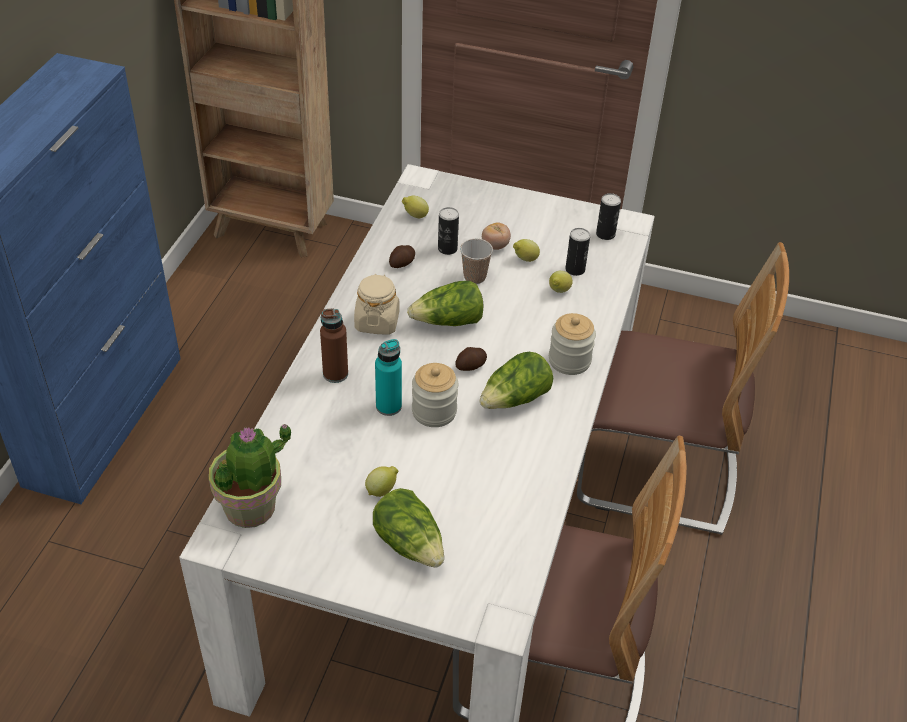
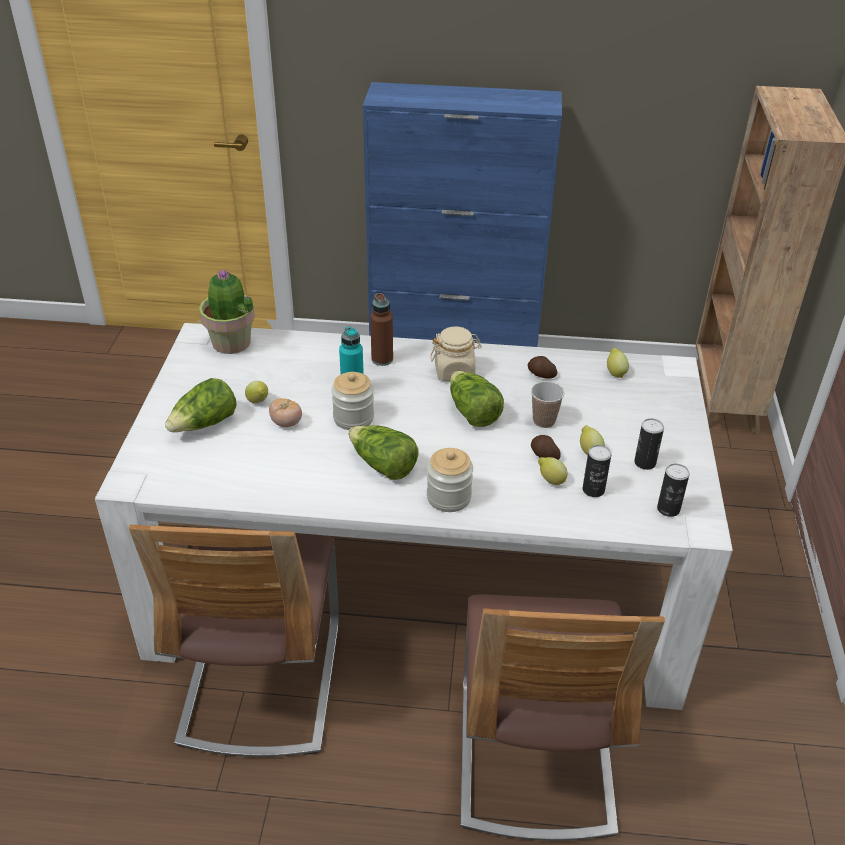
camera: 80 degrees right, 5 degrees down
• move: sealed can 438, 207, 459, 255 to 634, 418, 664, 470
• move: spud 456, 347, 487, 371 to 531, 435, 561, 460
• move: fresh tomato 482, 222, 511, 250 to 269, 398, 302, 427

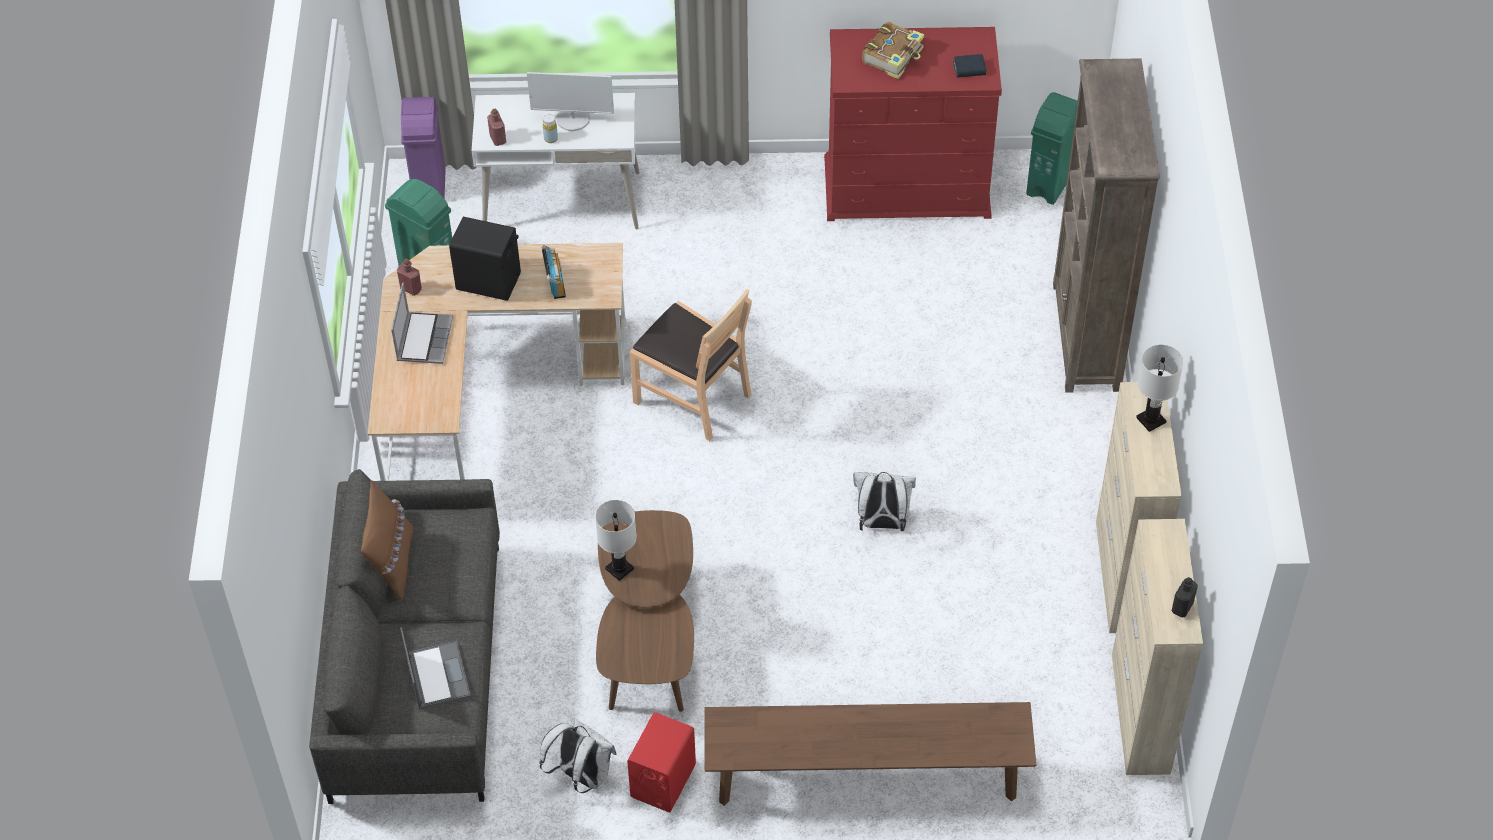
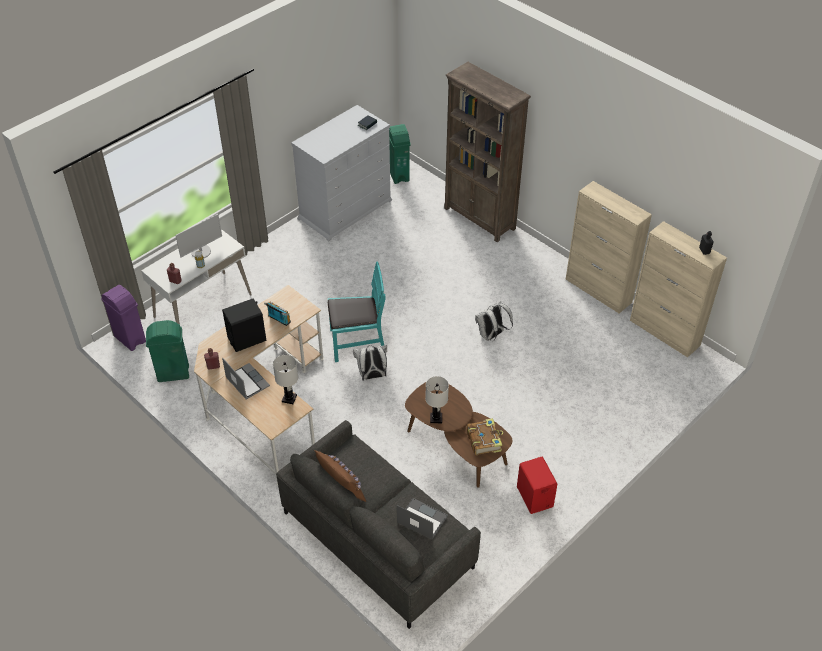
camera: 45 degrees left, 5 degrees down
• delete: brown-coloured indoor bench 704, 702, 1036, 806
• move: whitish backpack 539, 713, 617, 793 to 353, 345, 387, 381
• move: book 862, 22, 924, 79 to 467, 418, 503, 455
• move: whitish tabletop lamp 1136, 345, 1184, 432 to 273, 355, 298, 404
• recolor: brown-coloured plain chair 630, 289, 752, 441 to turquoise plain chair 328, 262, 386, 362
• recolor: red-coloured dresser 824, 27, 1002, 221 to whitish dresser 291, 105, 392, 241

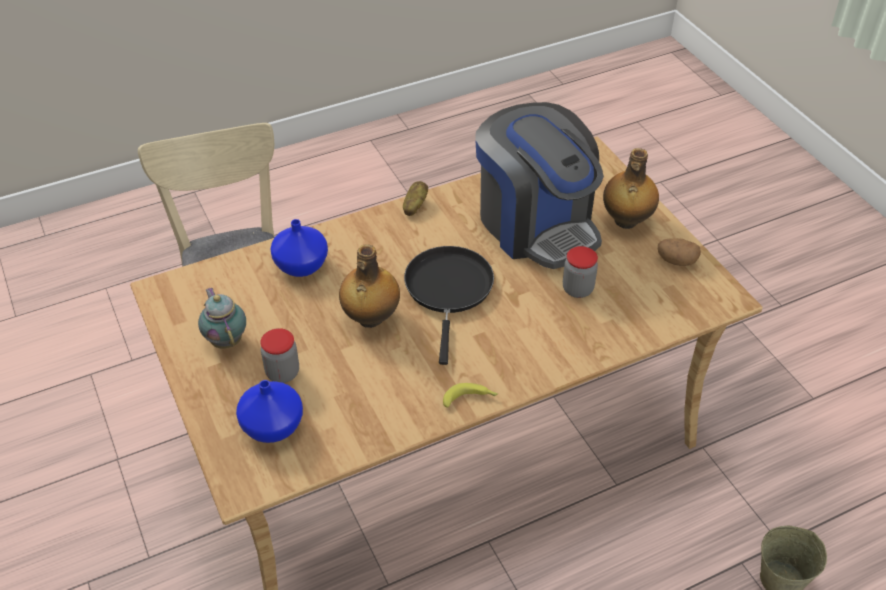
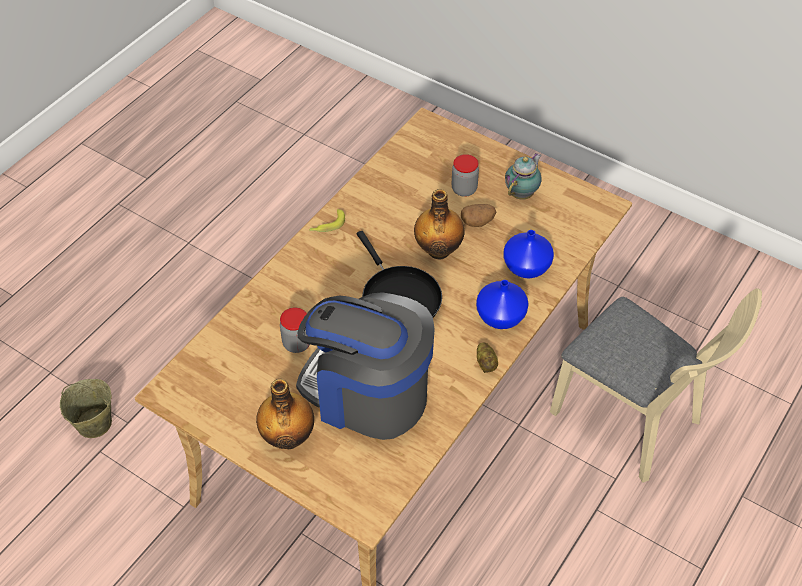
camera: 150 degrees right, 5 degrees up
• move: blue flower vase 236, 380, 303, 443 to 476, 280, 529, 329
• move: spud 658, 238, 701, 266 to 461, 204, 497, 227
• rotate: tea pot 198, 288, 246, 349 = 505, 153, 542, 200 90 degrees counterclockwise

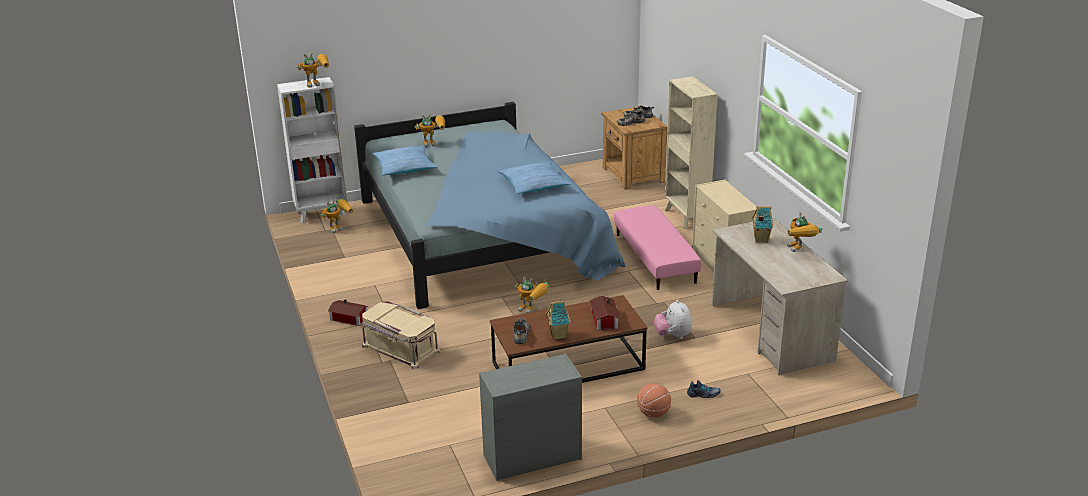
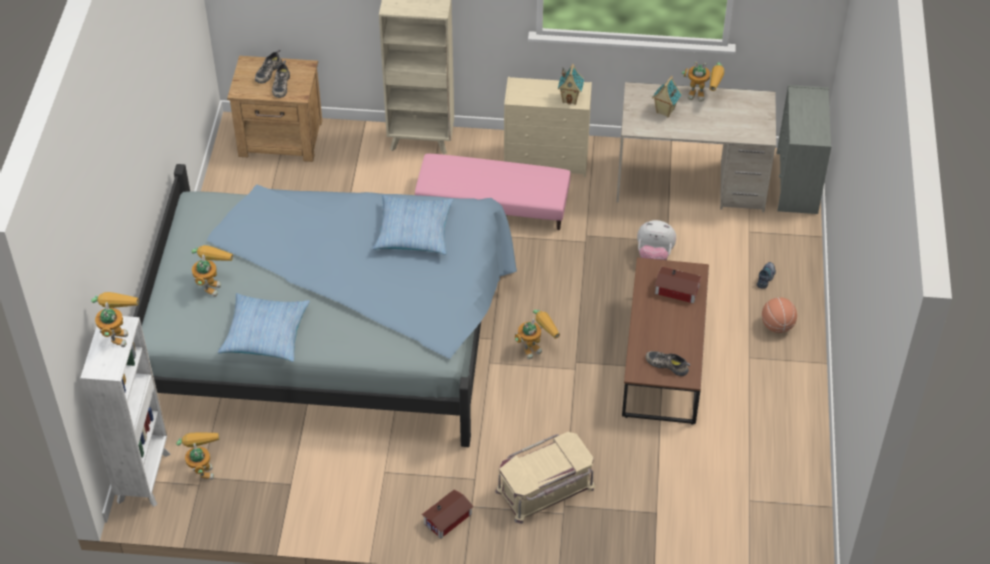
camera: 65 degrees left, 20 degrees up
• move: gray dresser 479, 353, 582, 481 to 777, 85, 832, 214
• move: model house 546, 300, 571, 340 to 558, 64, 584, 105

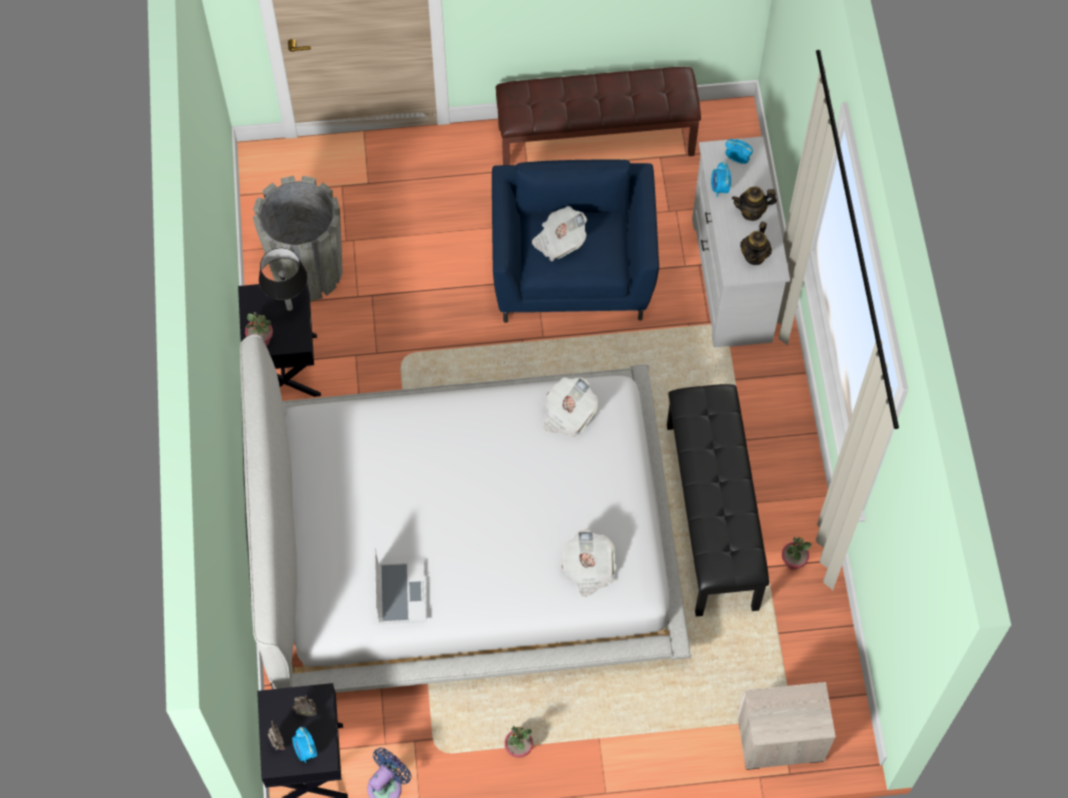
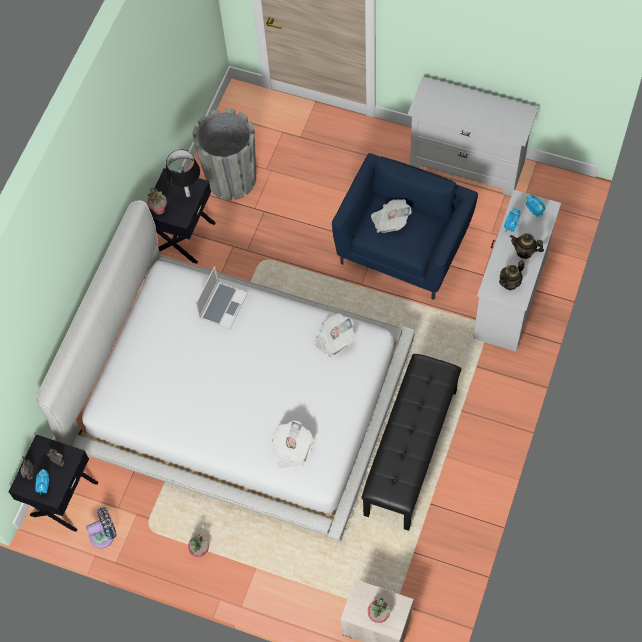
camera: 30 degrees right, 0 degrees up
• move: laptop 374, 546, 427, 624 to 196, 266, 248, 330
• move: potted plant 782, 537, 812, 570 to 368, 598, 390, 623
• replace: brown-coloured indoor bench 496, 67, 701, 165 to whitish dresser 408, 76, 538, 196

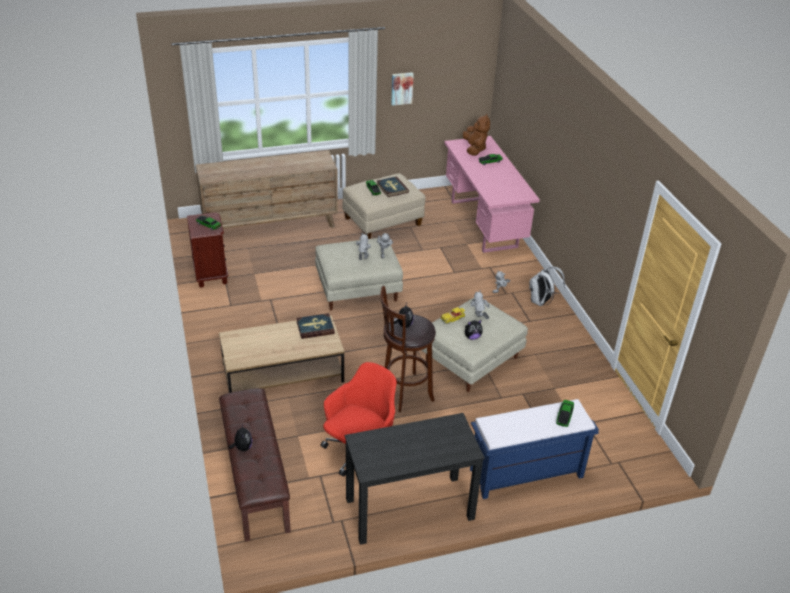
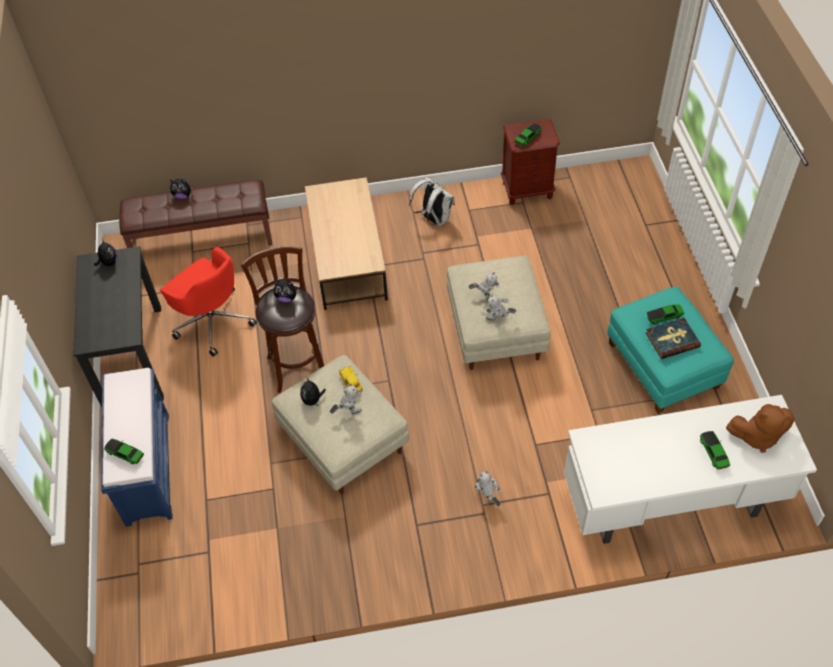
camera: 100 degrees right, 15 degrees up
• delete: brown-coloured dresser 196, 150, 338, 228
• delete: book 296, 313, 335, 339
• delete: wall art 391, 72, 414, 106
• insert: cuddly toy 94, 239, 117, 266
• move: whitish backpack 529, 266, 565, 306 to 409, 177, 455, 226
• recolor: beige-coloured ottoman 342, 173, 426, 239 to turquoise ottoman 607, 287, 734, 413
• recolor: pink desk table 444, 136, 540, 253 to whitish desk table 564, 395, 817, 544

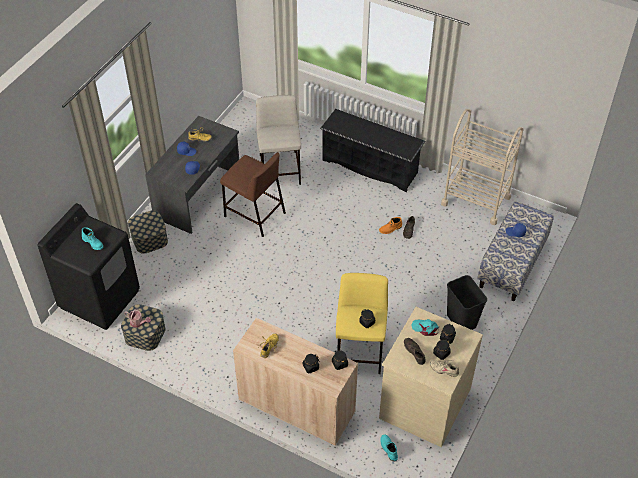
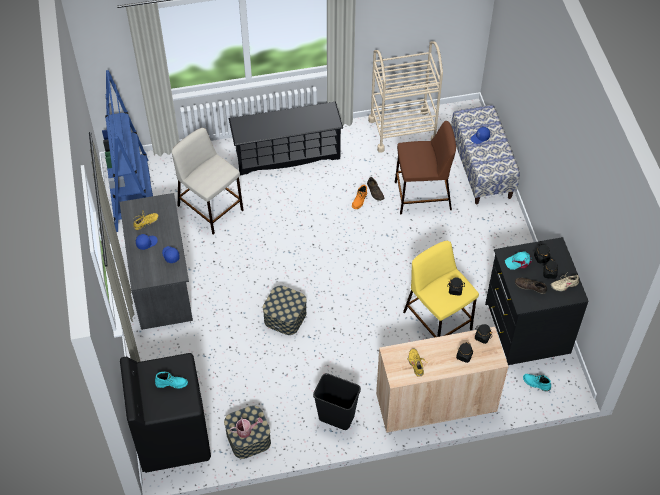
camera: 40 degrees left, 5 degrees up
• insert: blue bookshelf 102, 70, 153, 232
• move: storage bin 128, 210, 168, 254 to 263, 286, 307, 335
• move: brown-coloured stool 220, 152, 286, 237 to 395, 121, 456, 214
• move: blackish waste bin 447, 275, 487, 330 to 313, 373, 361, 430
• recolor: beige-coloured dresser 379, 307, 483, 447 to blackish dresser 485, 237, 589, 365

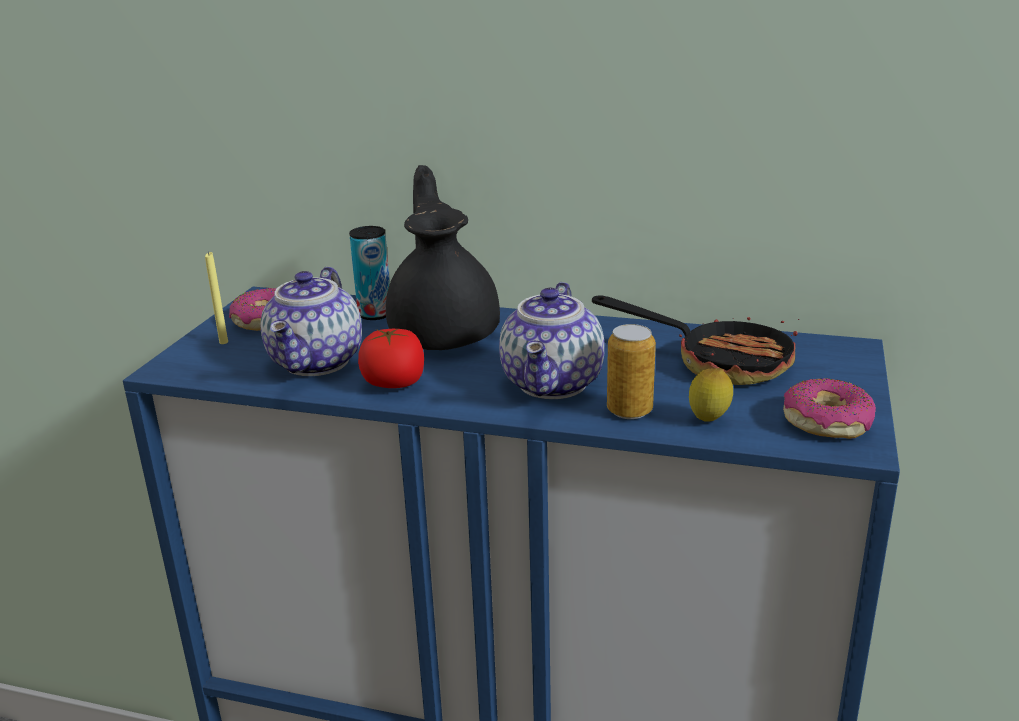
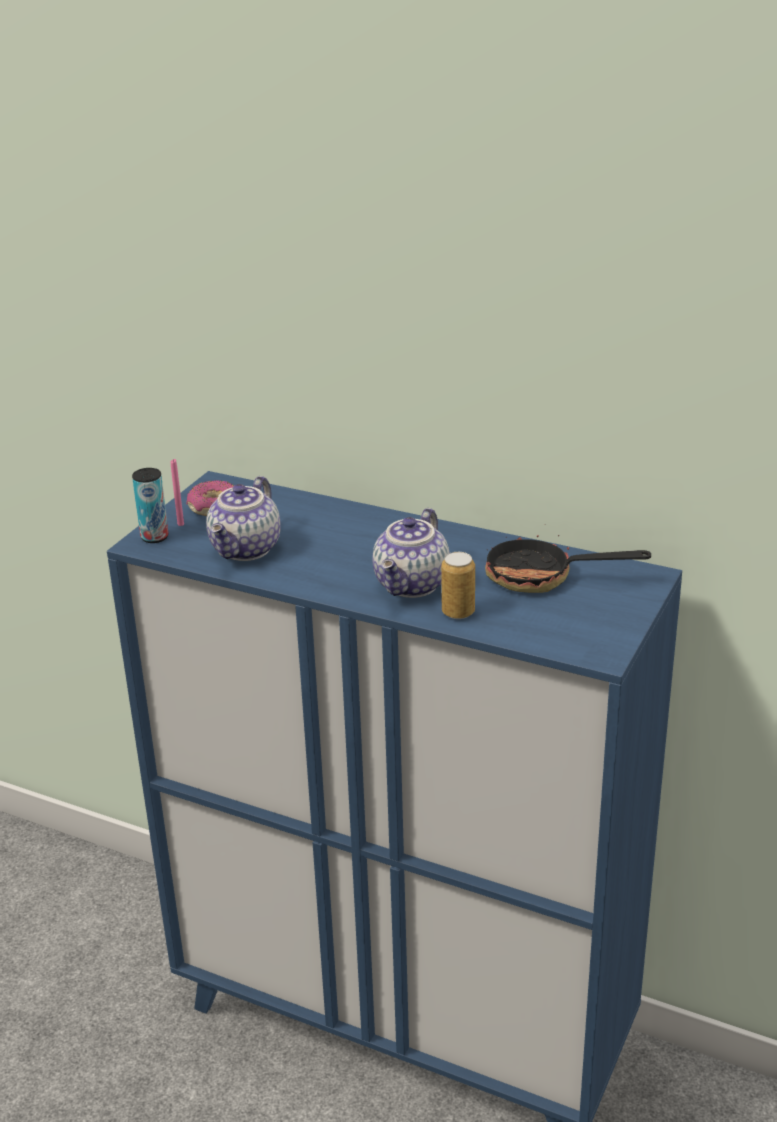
camera: 10 degrees right, 5 degrees up
• delete: fresh tomato 358, 329, 424, 388
• delete: blackish tea pot 386, 165, 500, 350
• delete: citrus fruit 689, 368, 733, 422
• delete: ring doughnut 783, 378, 876, 439
• move: sealed can 349, 226, 390, 320 to 132, 468, 169, 543
• recolor: yellow wax candle 205, 252, 228, 344 to pink wax candle 171, 459, 184, 526
• rotate: pan 592, 296, 799, 385 = 485, 524, 651, 593 150 degrees clockwise

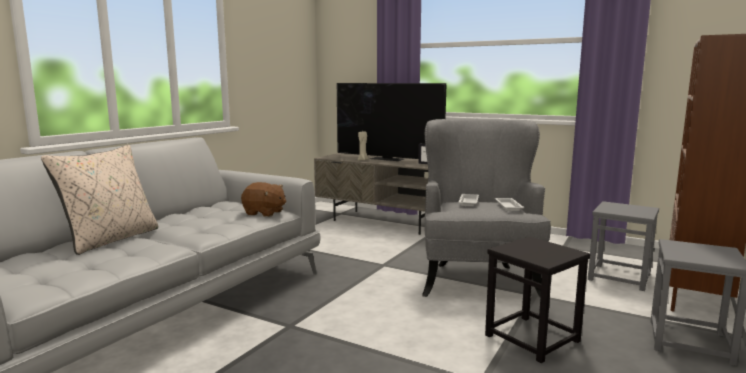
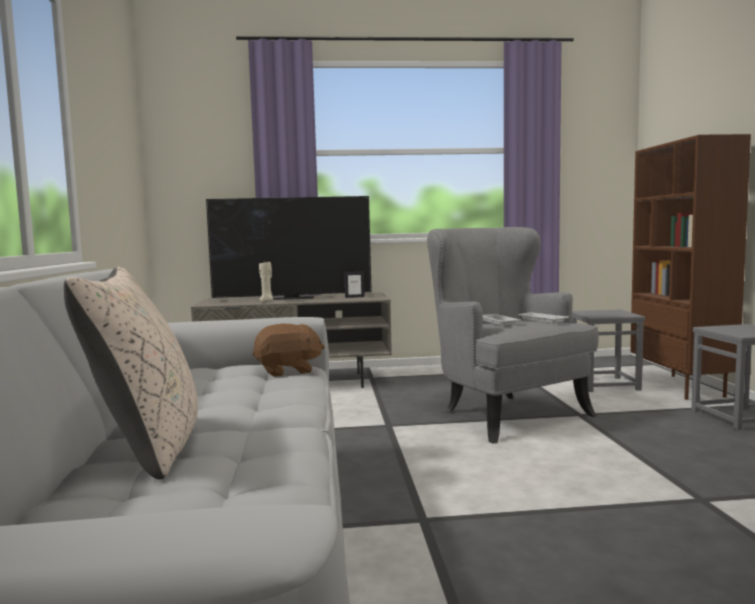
camera: 35 degrees left, 5 degrees down
• delete: blackish stool 485, 236, 590, 363

